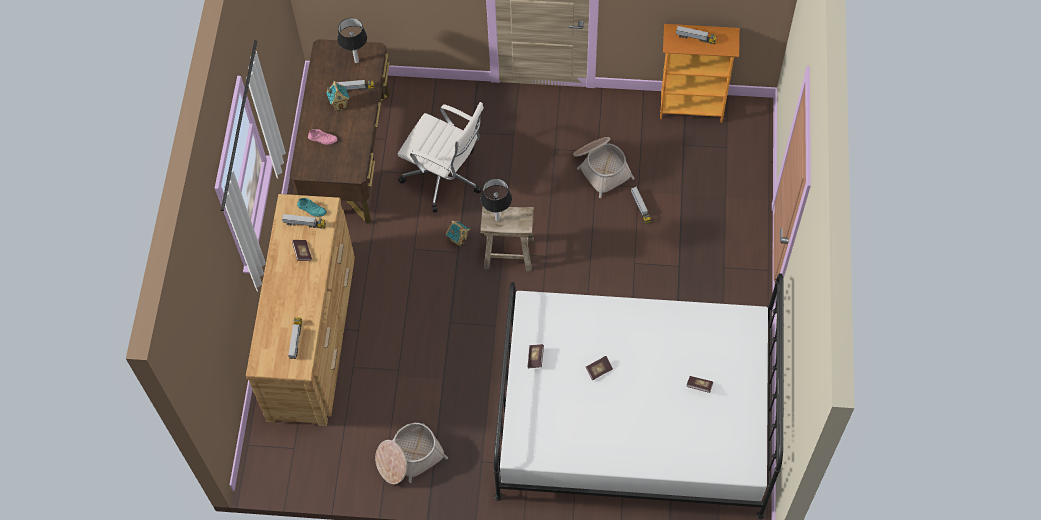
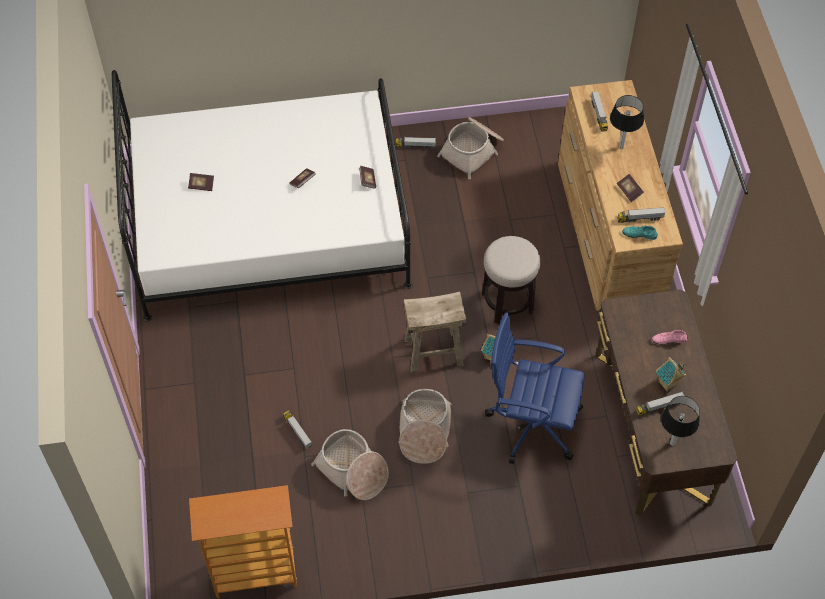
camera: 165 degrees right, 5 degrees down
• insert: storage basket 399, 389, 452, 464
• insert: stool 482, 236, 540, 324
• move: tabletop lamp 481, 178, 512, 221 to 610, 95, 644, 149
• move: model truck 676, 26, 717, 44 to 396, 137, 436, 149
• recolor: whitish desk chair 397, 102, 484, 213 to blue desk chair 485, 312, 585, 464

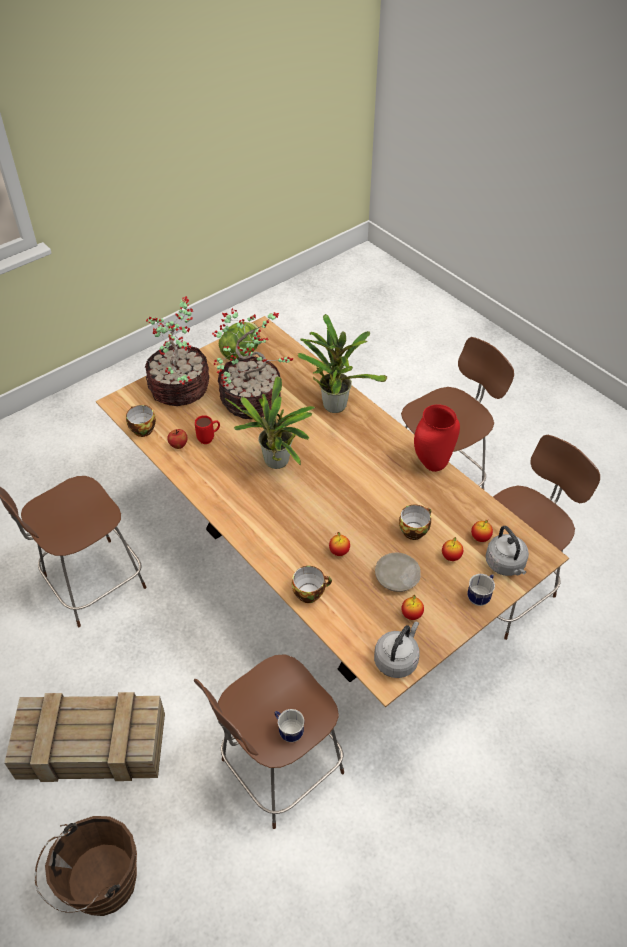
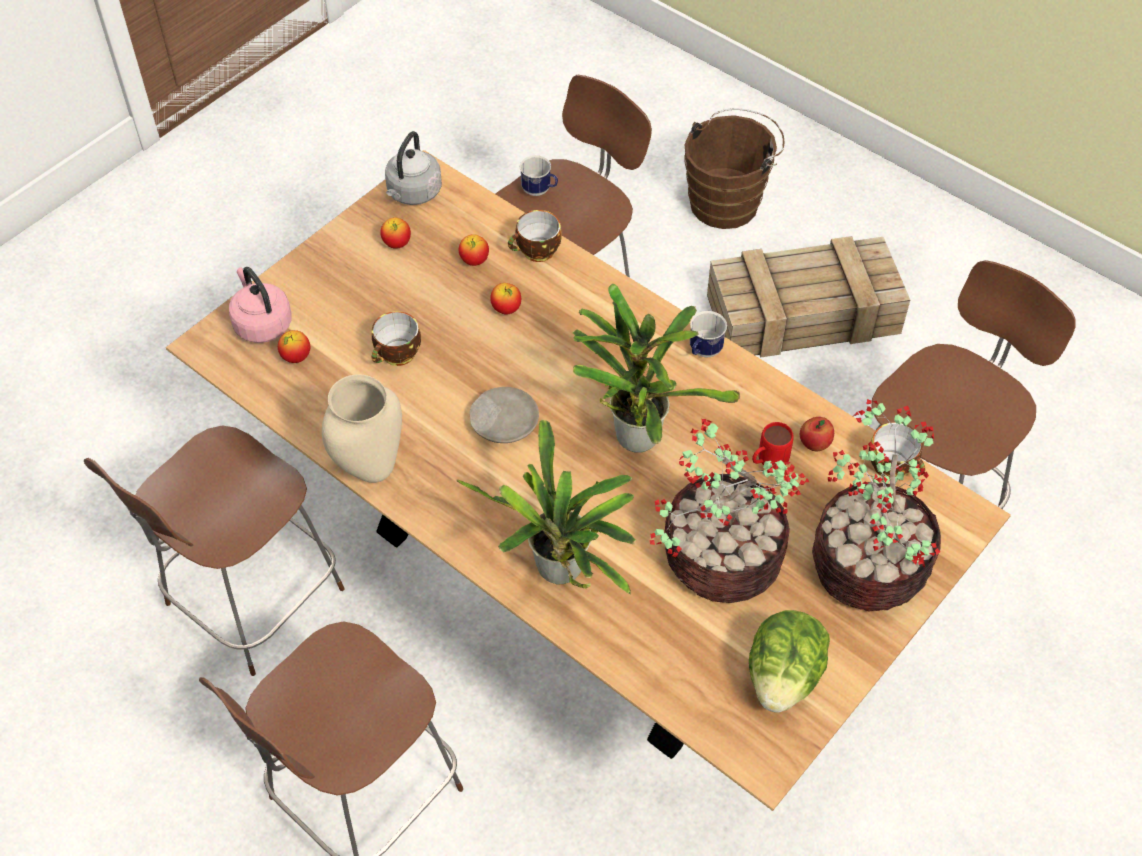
camera: 170 degrees right, 5 degrees up
• move: beige-coloured plate 375, 553, 421, 592 to 470, 387, 539, 443
• move: whole apple 442, 537, 463, 561 to 459, 234, 489, 266
• move: tea mug 467, 574, 495, 606 to 690, 311, 727, 357
• recolor: red-coloured flower vase 414, 404, 460, 472 to beige-coloured flower vase 322, 374, 402, 483
• recolor: gray tea kettle 486, 526, 529, 576 to pink tea kettle 229, 267, 292, 343

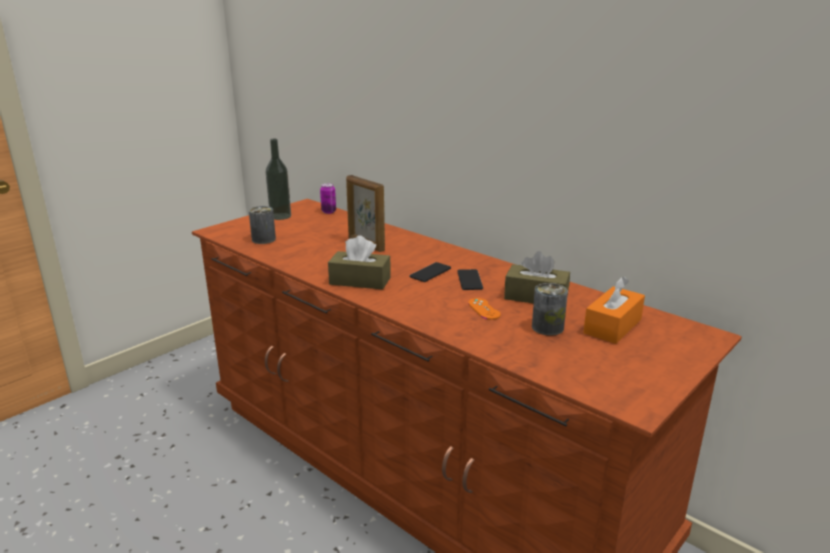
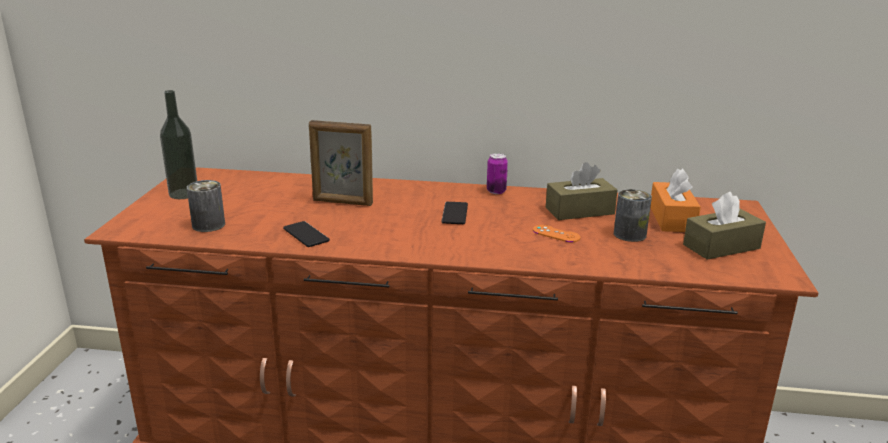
camera: 35 degrees left, 0 degrees up
• move: sealed can 320, 183, 336, 214 to 487, 153, 508, 194
• move: brown-coloured tissue holder 328, 235, 391, 290 to 683, 192, 766, 260
• move: handset 457, 269, 483, 290 to 283, 221, 330, 247

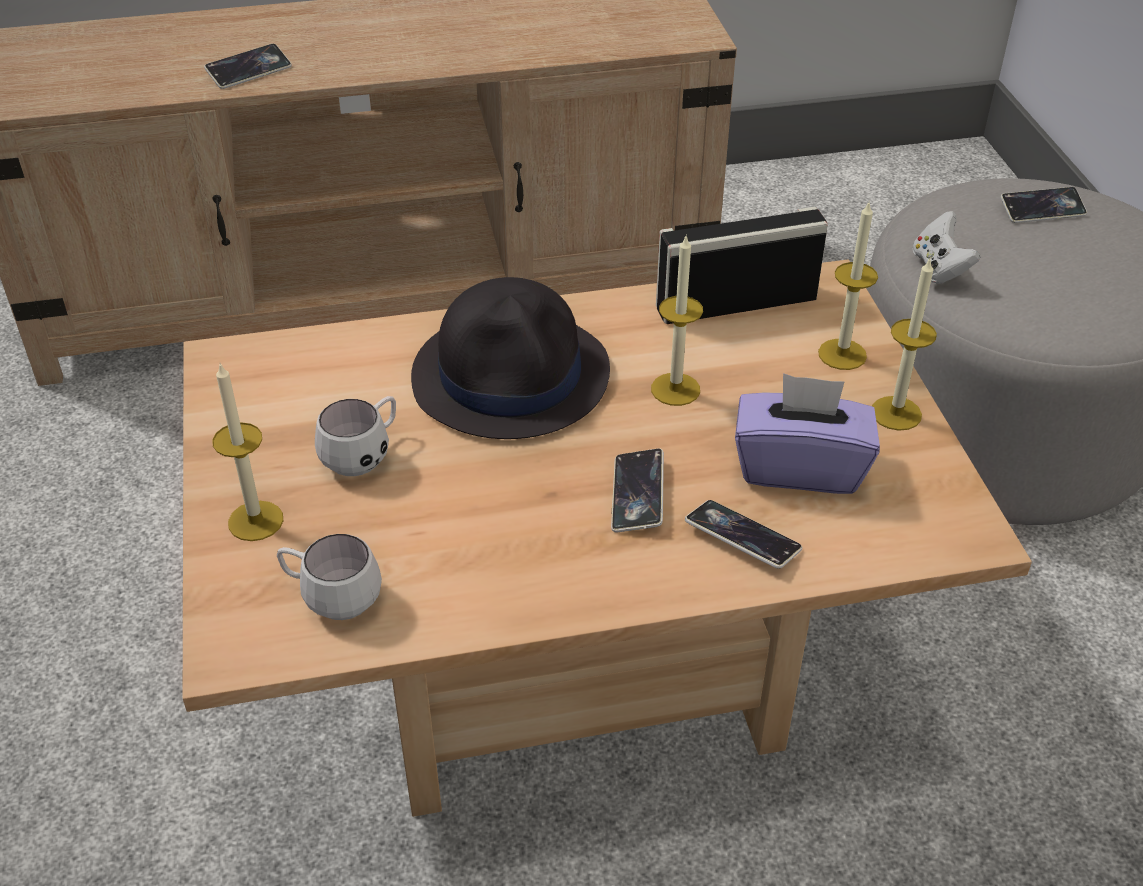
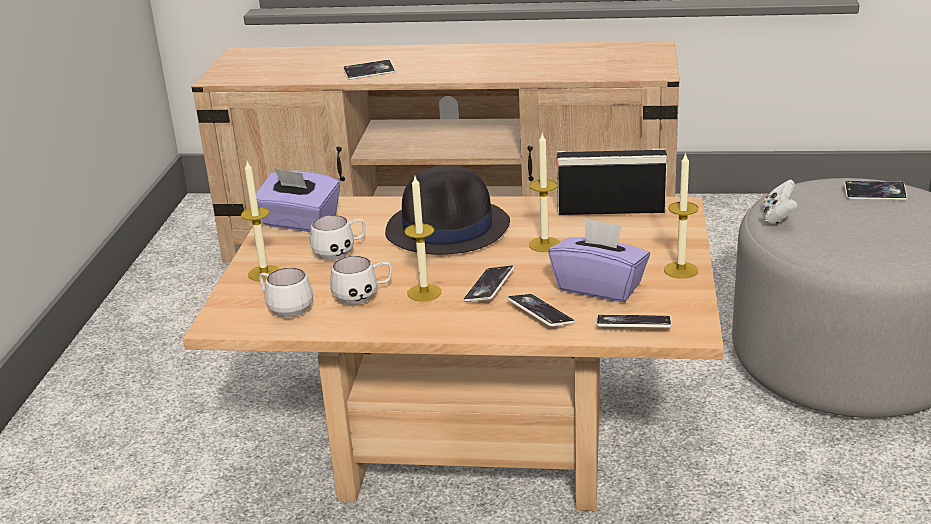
camera: 20 degrees right, 15 degrees down
• insert: purple-coloured tissue holder 256, 168, 340, 232
• insert: whitish tea mug 330, 256, 392, 305
• insert: handset 596, 315, 672, 328
• move: wax candle 818, 203, 878, 370 to 405, 176, 441, 302

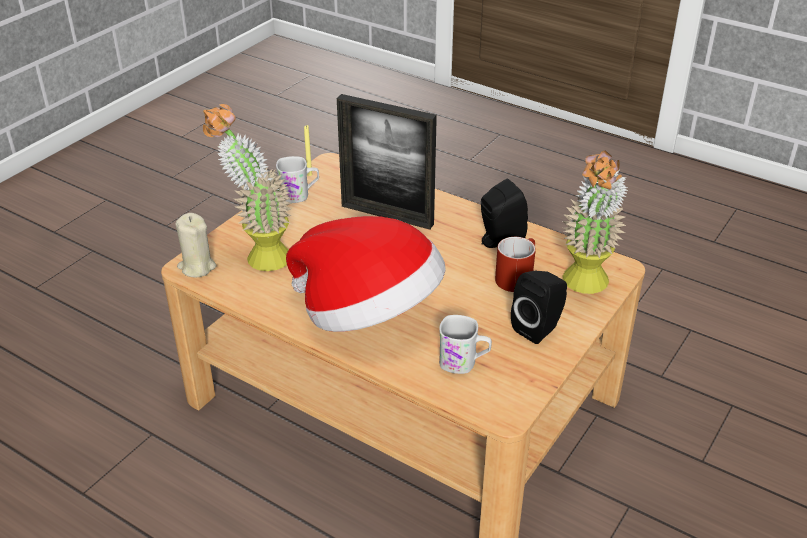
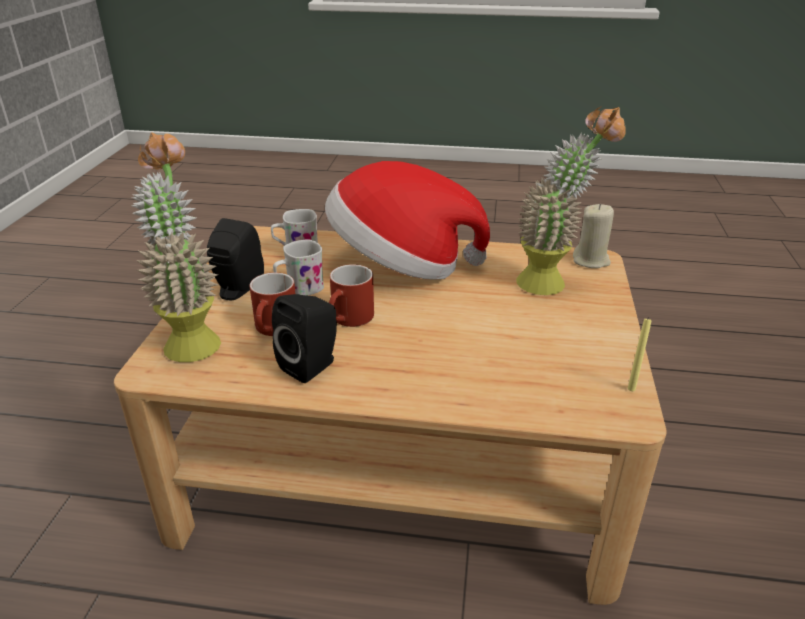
camera: 155 degrees right, 5 degrees down
• delete: photo frame 337, 94, 437, 230
• insert: red-coloured tea mug 329, 264, 374, 327
• move: whitish tea mug 276, 156, 319, 203 to 273, 239, 324, 296

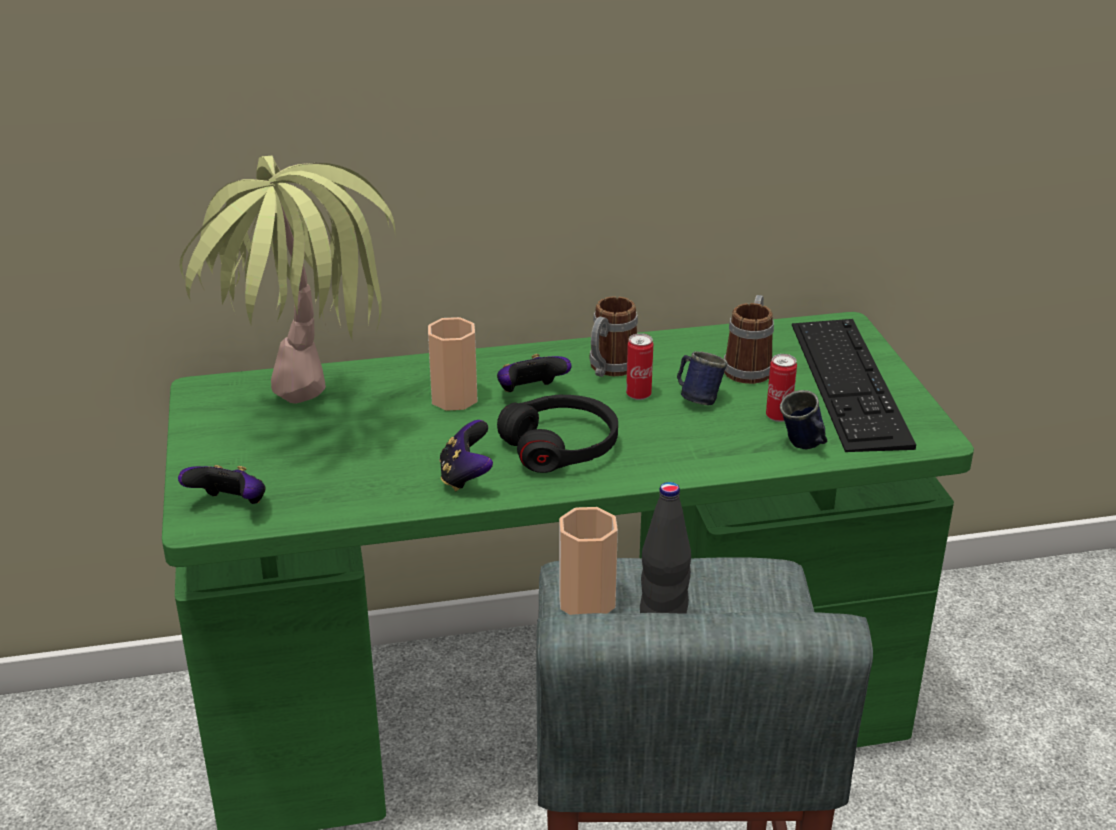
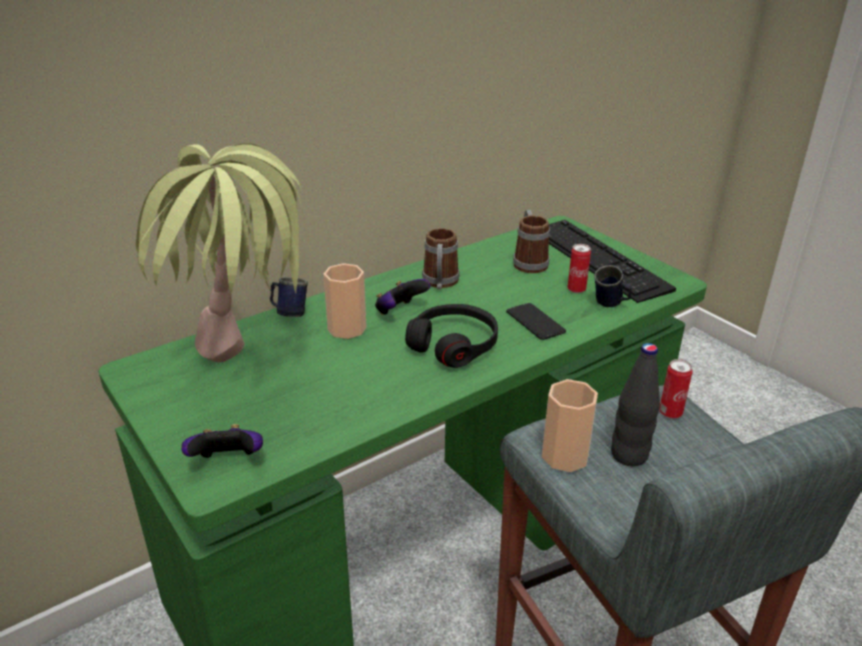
camera: 25 degrees left, 0 degrees up
• delete: gamepad 439, 420, 493, 491
• insert: handset 506, 303, 566, 340
• move: sealed can 626, 333, 653, 400 to 659, 359, 693, 419
• move: blue tea mug 677, 351, 728, 405 to 270, 277, 308, 317

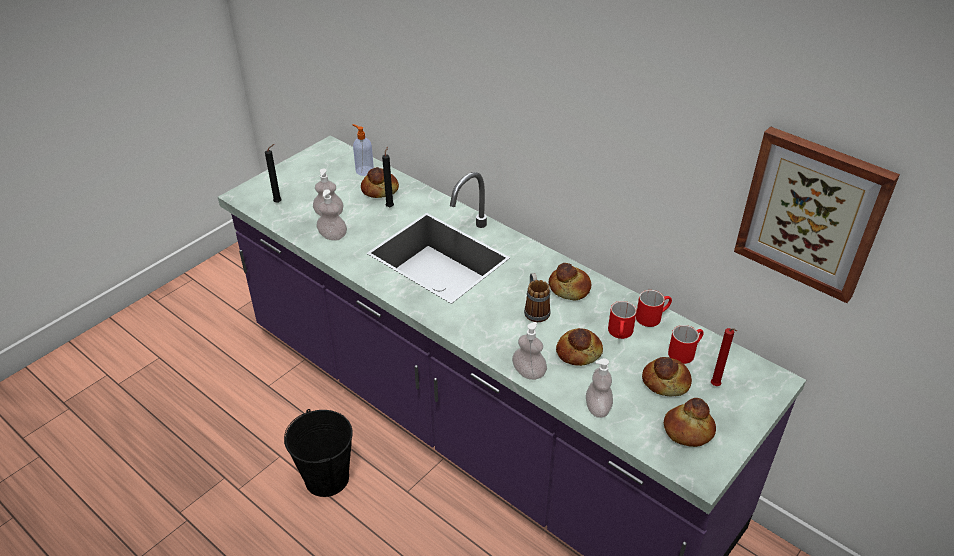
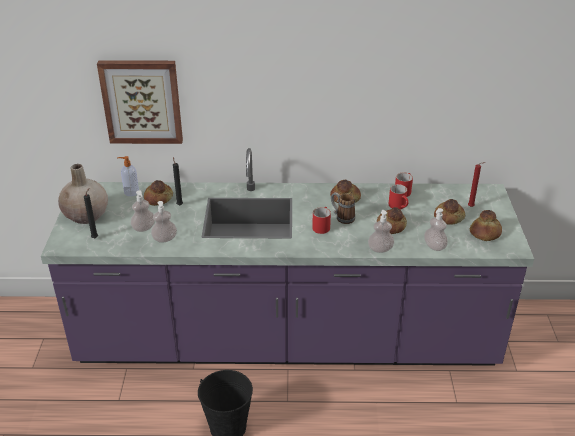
camera: 40 degrees left, 5 degrees down
• insert: beige-coloured flower vase 58, 164, 108, 224
• move: red-coloured tea mug 668, 325, 704, 364 to 312, 207, 331, 234
• move: wall art 734, 126, 900, 303 to 97, 60, 183, 144

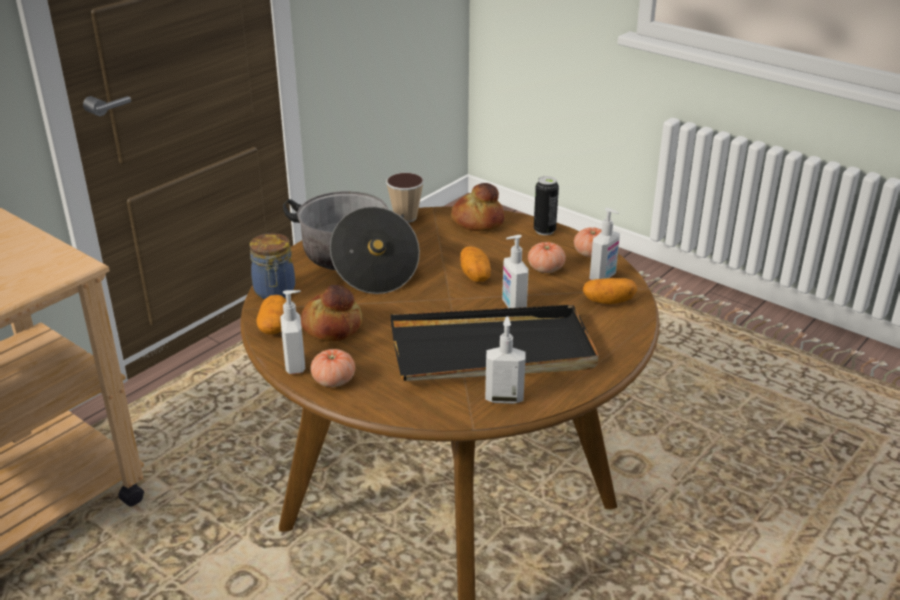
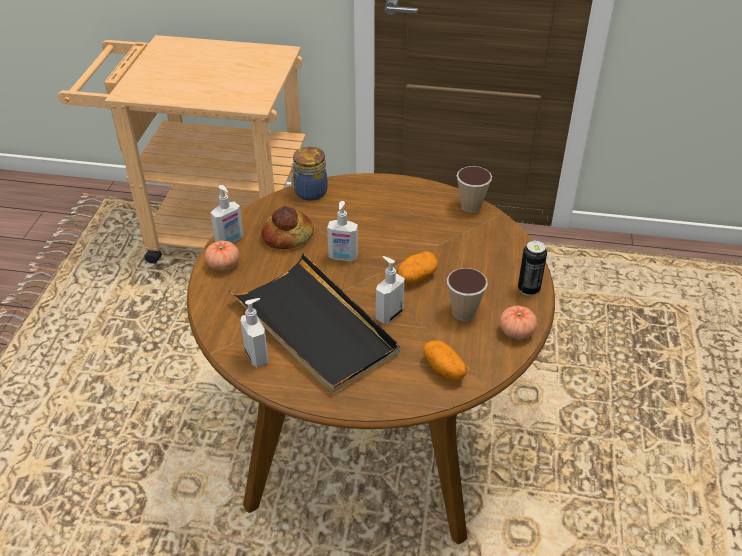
camera: 60 degrees right, 10 degrees up
• delete: spud 256, 295, 286, 334
• delete: cooking pot 283, 191, 420, 294
• delete: bakery bread 451, 183, 504, 231
• move: soap bottle 589, 208, 620, 280 to 327, 201, 358, 262
• replace: fresh tomato 528, 242, 566, 273 to drinking cup 447, 268, 488, 321

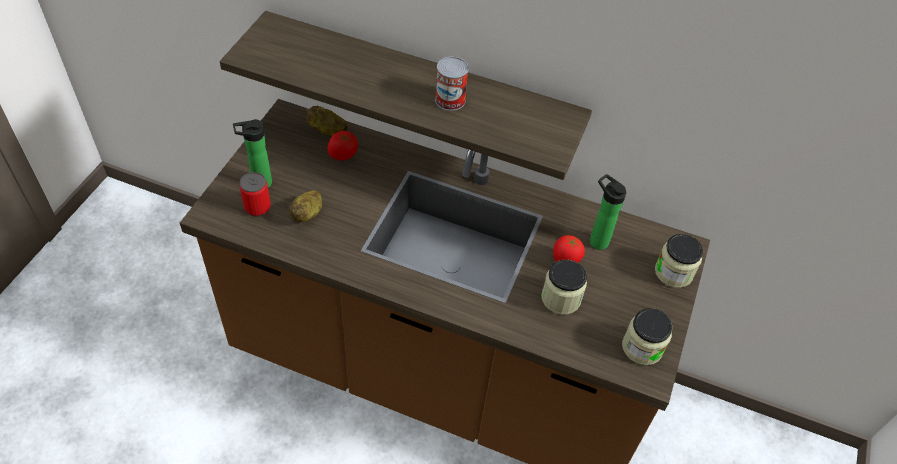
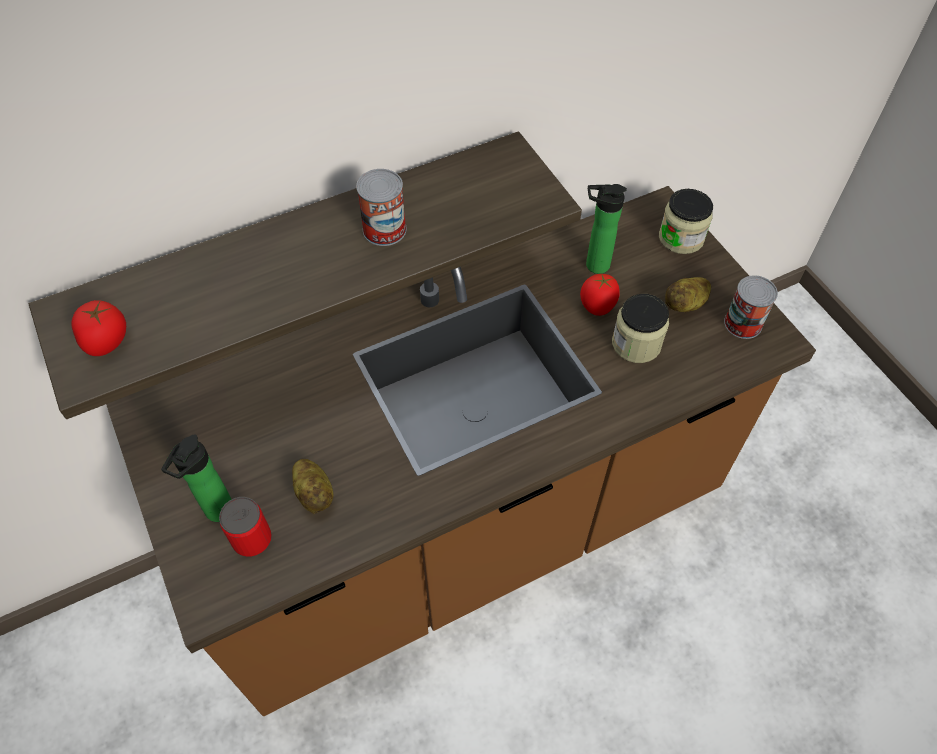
camera: 45 degrees left, 5 degrees up
• move: spud 306, 106, 347, 136 to 665, 277, 711, 313
• move: fresh tomato 328, 131, 358, 160 to 71, 300, 126, 356
• replace: preserve jar 622, 308, 672, 365 to sealed can 724, 275, 778, 339

